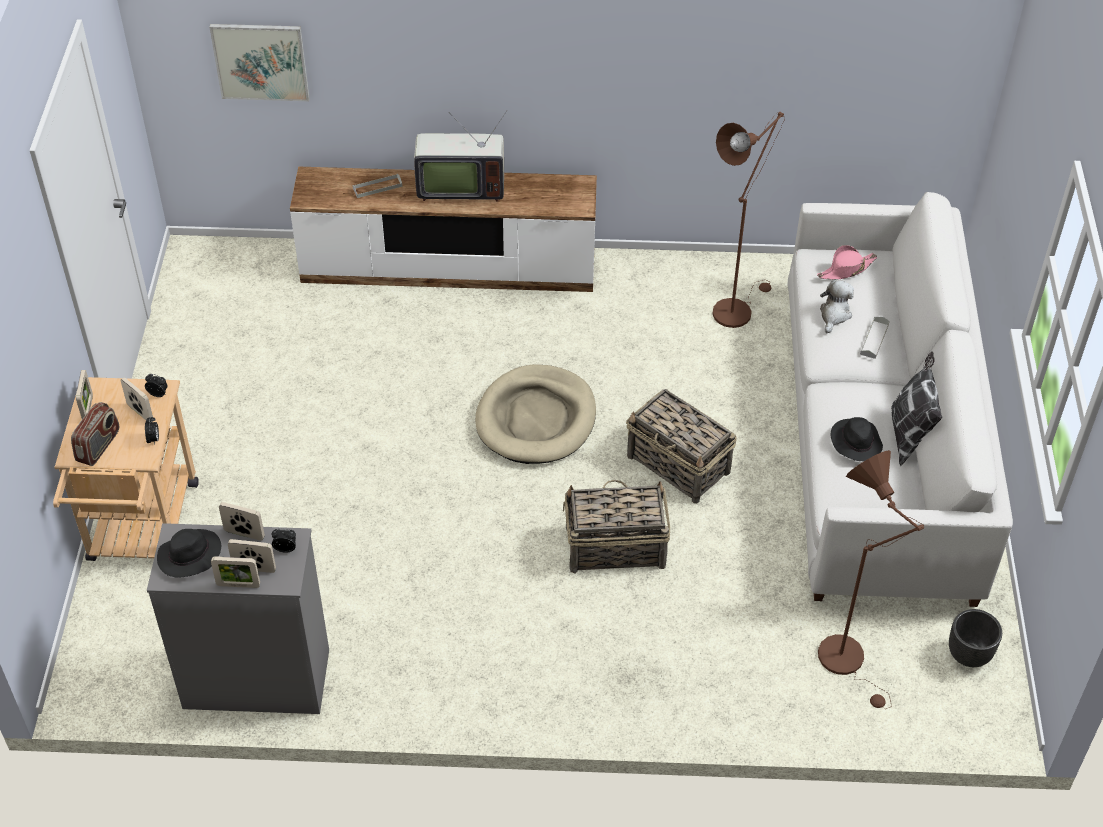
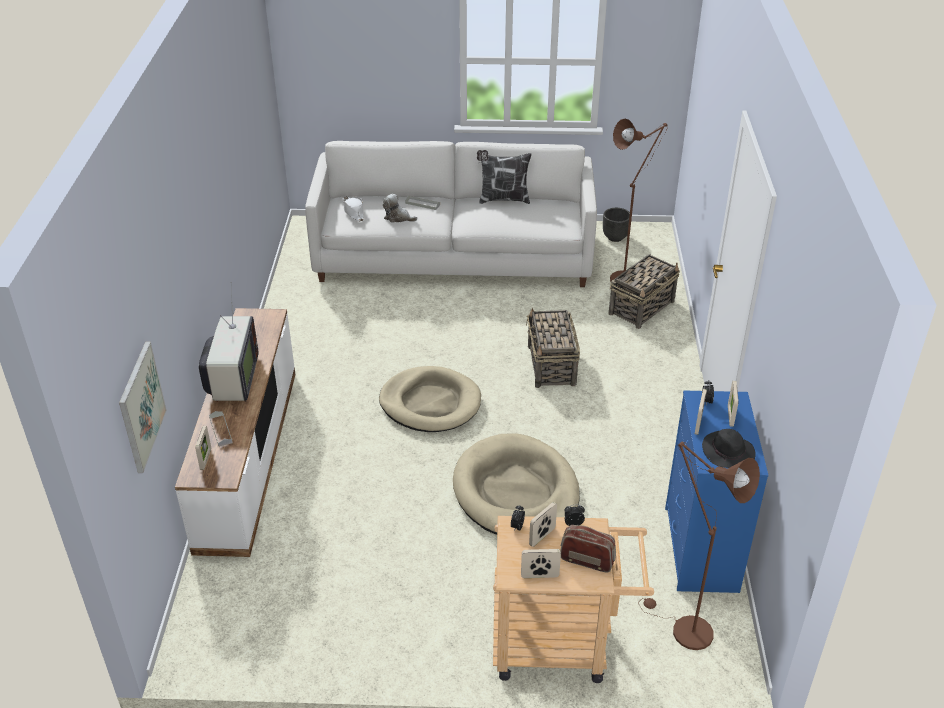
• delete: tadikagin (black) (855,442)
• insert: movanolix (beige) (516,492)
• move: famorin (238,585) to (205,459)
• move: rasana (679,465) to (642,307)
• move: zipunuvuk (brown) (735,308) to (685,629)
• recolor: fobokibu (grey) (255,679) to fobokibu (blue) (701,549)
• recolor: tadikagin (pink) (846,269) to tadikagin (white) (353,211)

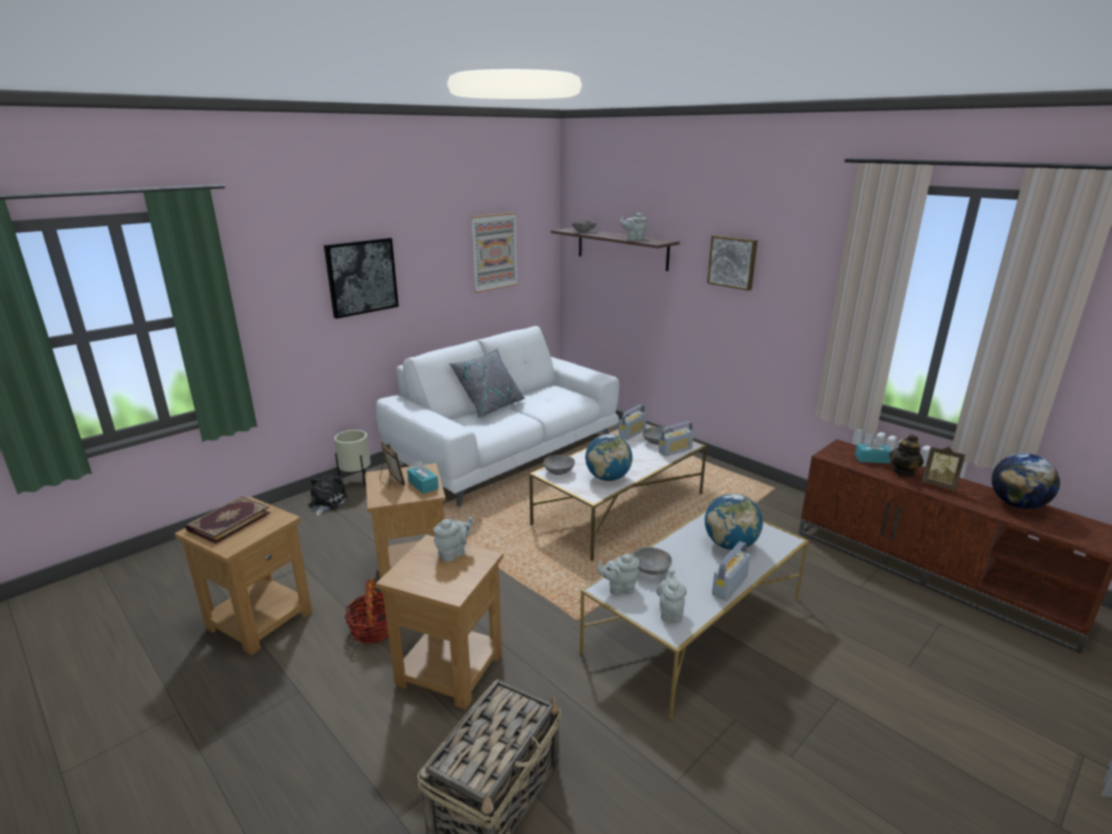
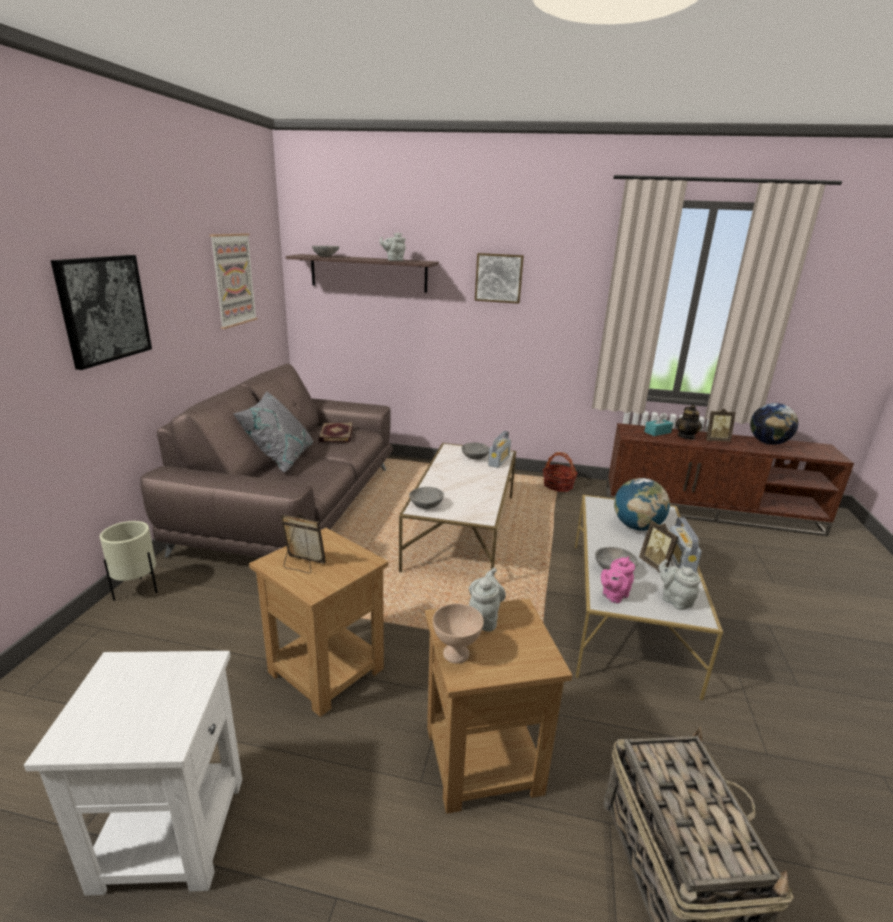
• delete: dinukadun (326,503)
• delete: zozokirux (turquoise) (423,485)
• delete: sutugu (608,478)
• delete: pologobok (632,433)
• insert: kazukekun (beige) (457,654)
• insert: famorin (656,565)
• move: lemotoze (228,521) to (335,434)
• move: rasana (374,628) to (558,486)
• recolor: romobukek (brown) (261,619) to romobukek (white) (171,830)
• recolor: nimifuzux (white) (505,451) to nimifuzux (brown) (293,506)
• recolor: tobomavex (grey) (619,588) to tobomavex (pink) (613,596)

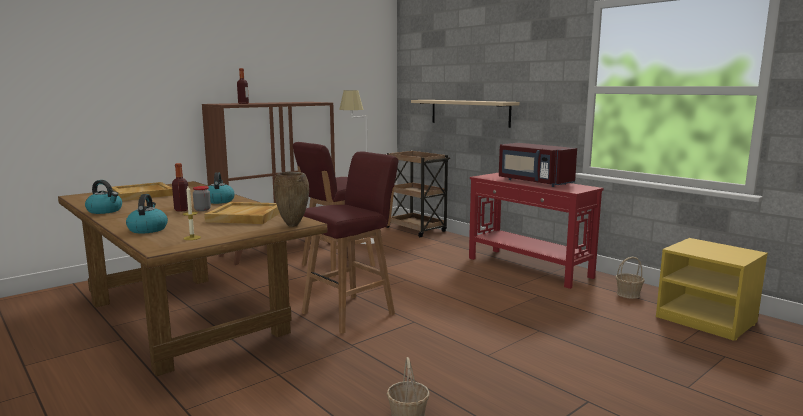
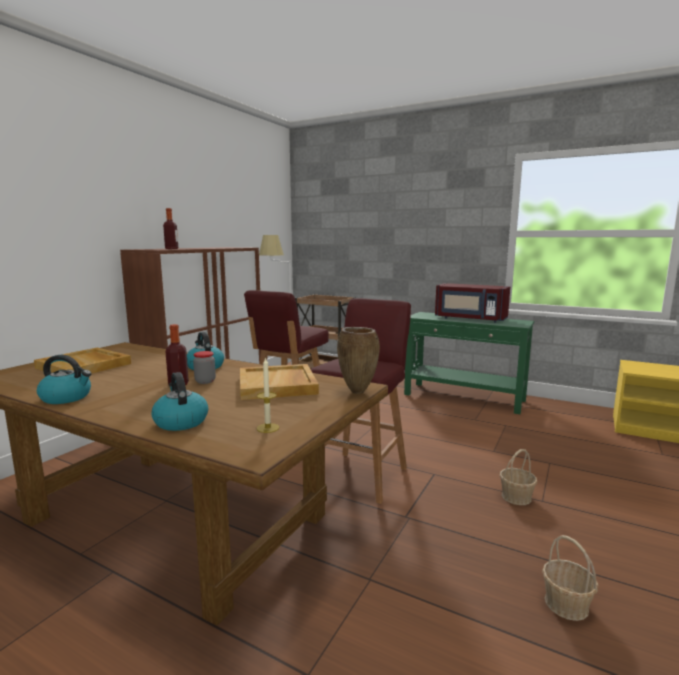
• delete: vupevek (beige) (469,112)
• move: rasana (628,294) to (516,497)
• recolor: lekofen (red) (528,268) to lekofen (green) (464,398)

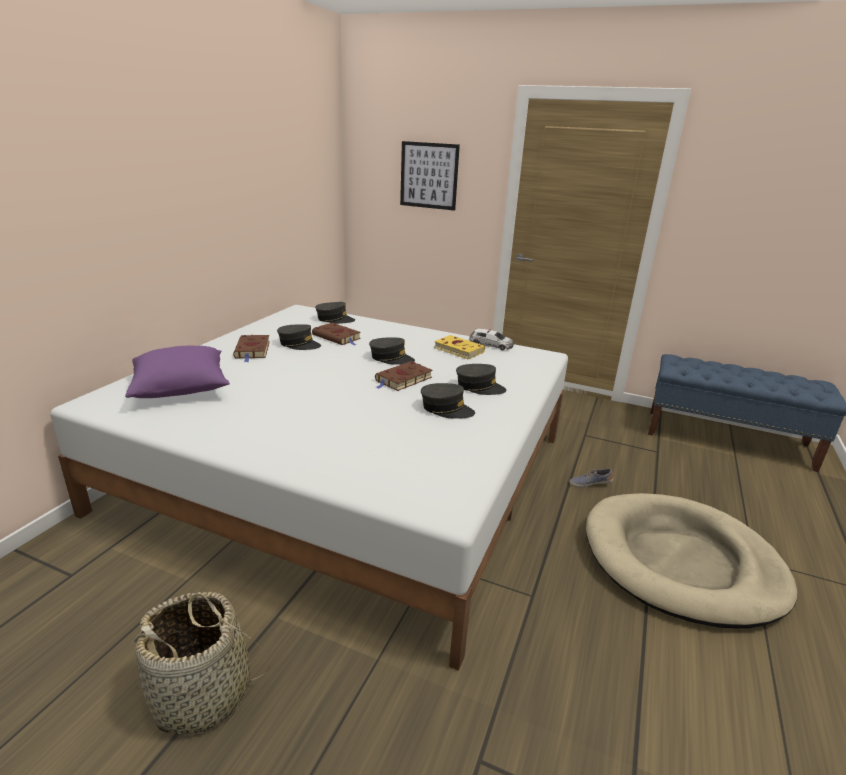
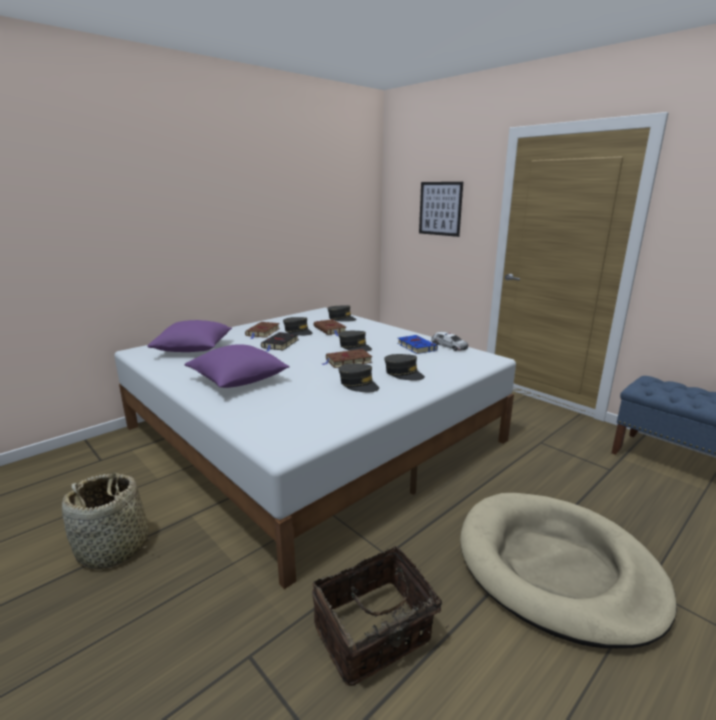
• delete: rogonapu (590,484)
• insert: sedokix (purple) (238,381)
• insert: lemotoze (black) (280,344)
• insert: rasana (374,635)
• recolor: lemotoze (yellow) (457,350) to lemotoze (blue) (415,346)

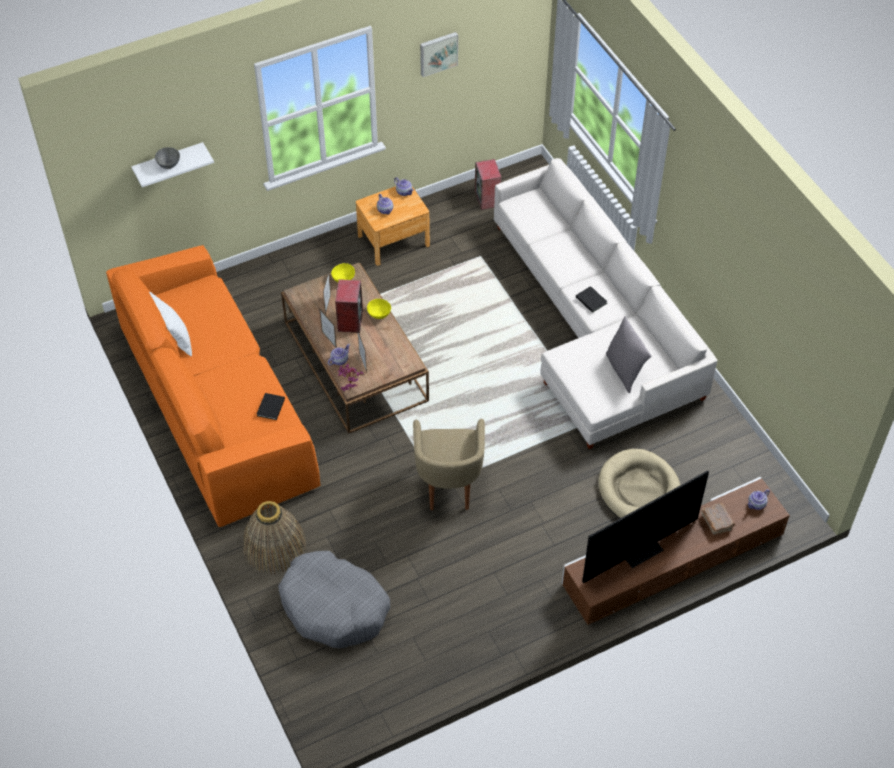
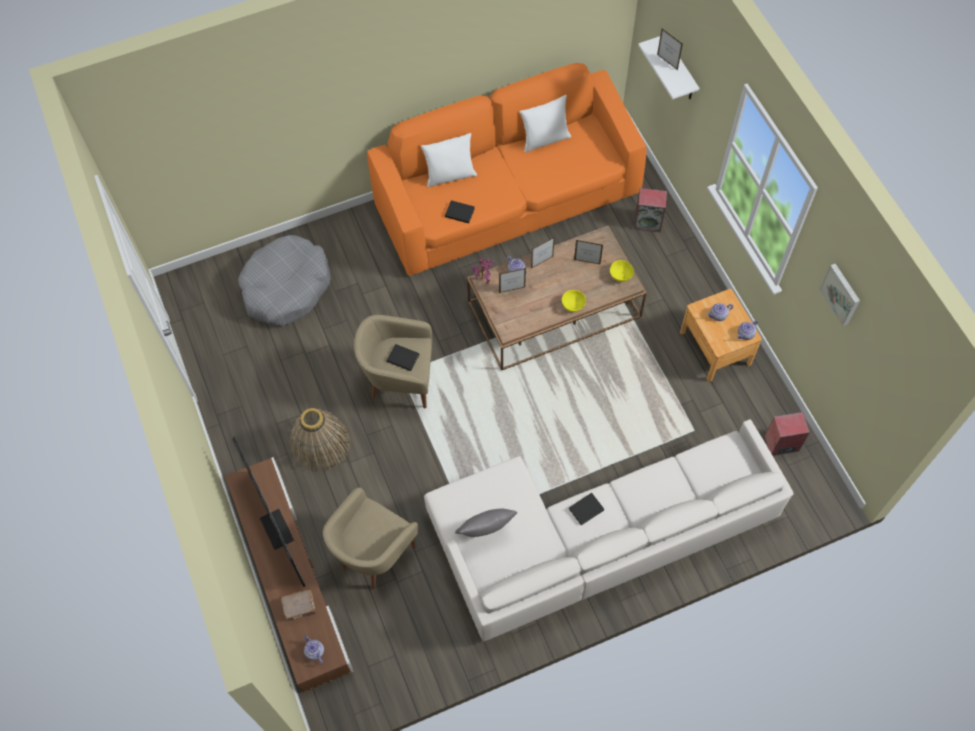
• insert: lemotoze (black) (402,357)
• insert: sedokix (white) (450,175)
• move: rasana (274,546) to (320,444)
• move: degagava (350,320) to (648,222)
• replace: kazukekun (grey) (169,164) to famorin (667,62)
• replace: movanolix (beige) (639,491) to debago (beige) (374,556)

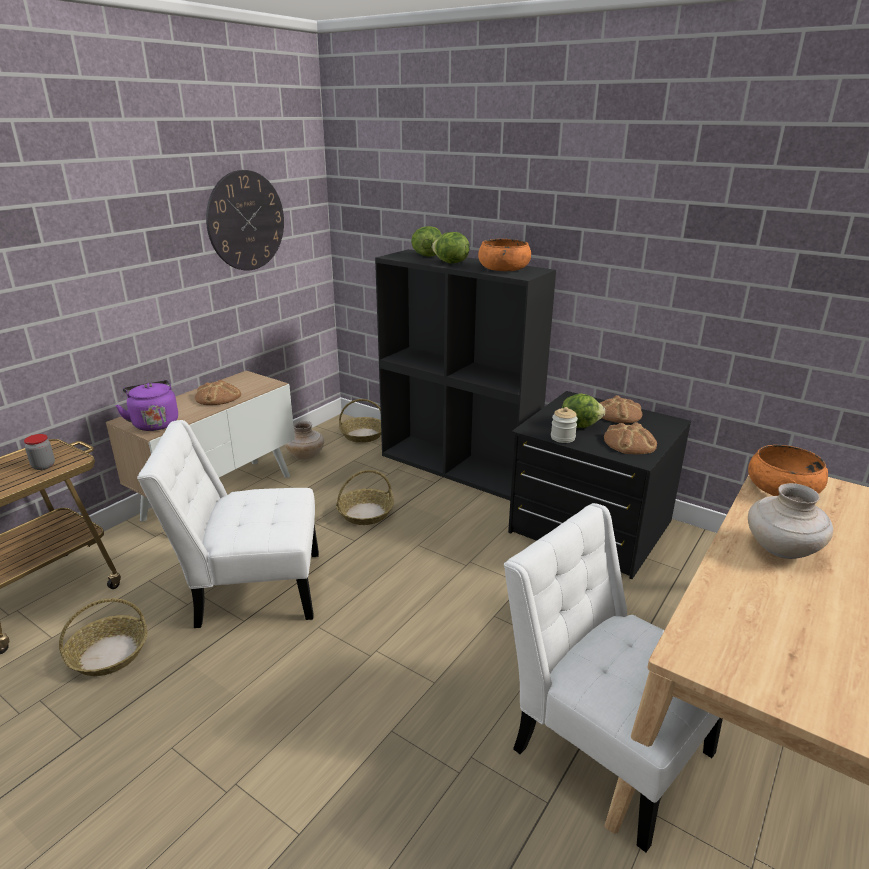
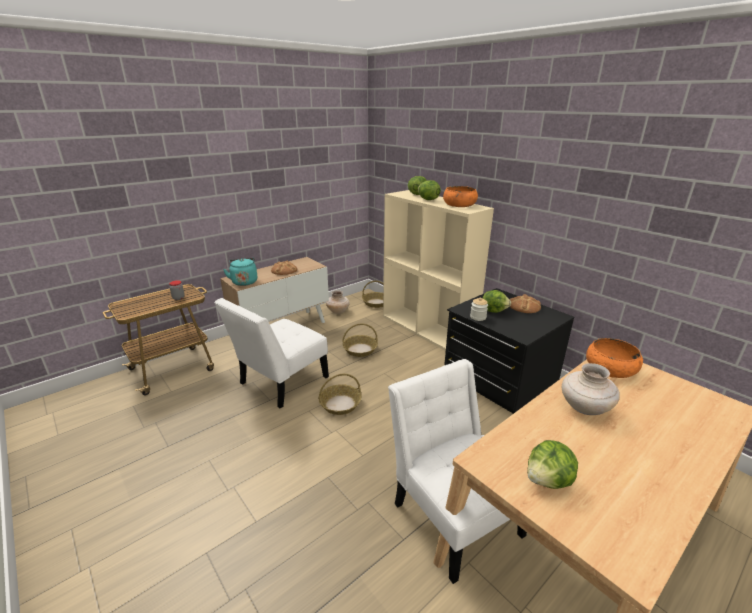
• delete: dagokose (246,221)
• delete: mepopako (630,442)
• insert: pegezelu (548,480)
• move: rasana (109,653) to (340,404)
• recolor: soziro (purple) (154,423) to soziro (turquoise) (244,281)
• recolor: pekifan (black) (459,467) to pekifan (beige) (428,329)
• rotate: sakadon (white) (251,588) = (280,382) 60 degrees counterclockwise

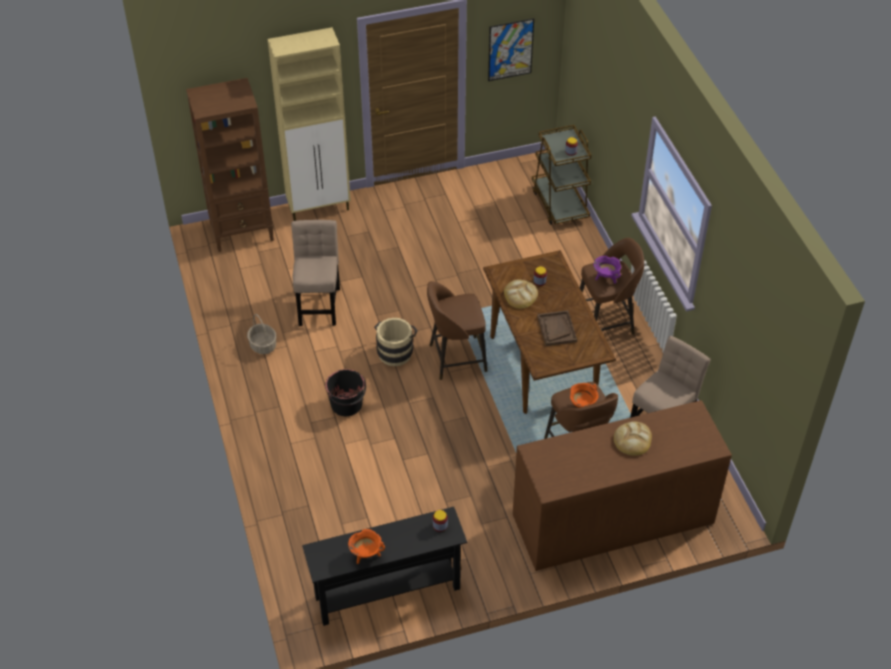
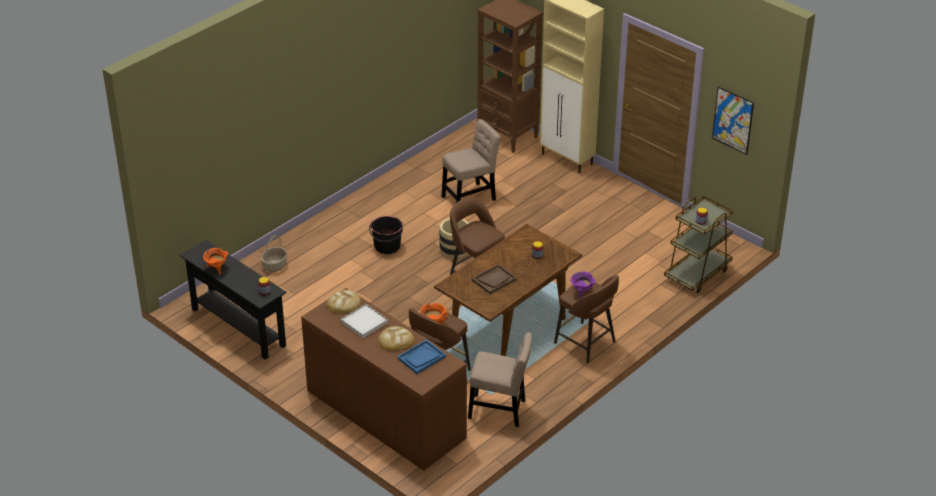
• insert: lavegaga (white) (364,322)
• insert: lavegaga (blue) (421,358)
• move: rasana (262,345) to (274,265)
• move: mepopako (520,295) to (344,303)

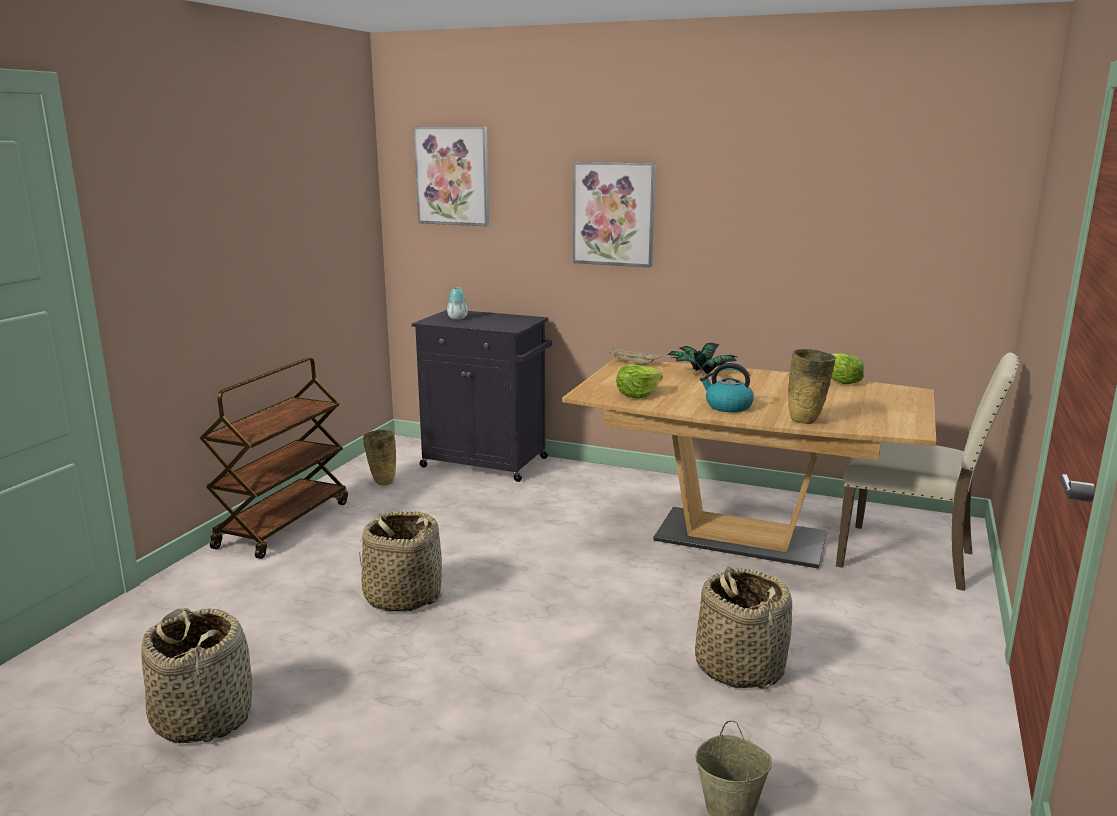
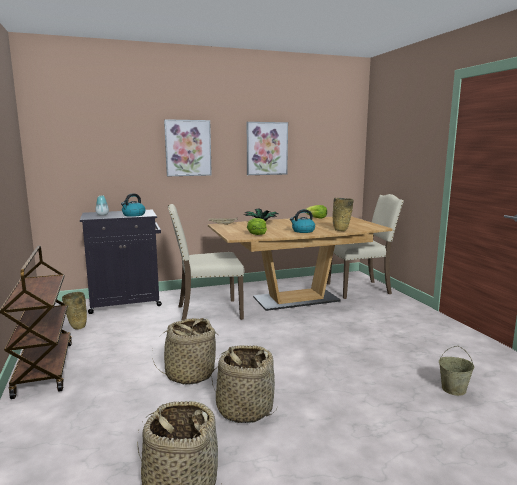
• insert: soziro (133,215)
• insert: sakadon (beige) (207,312)
• move: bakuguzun (453,176) to (266,148)
• move: rasana (739,667) to (244,409)

